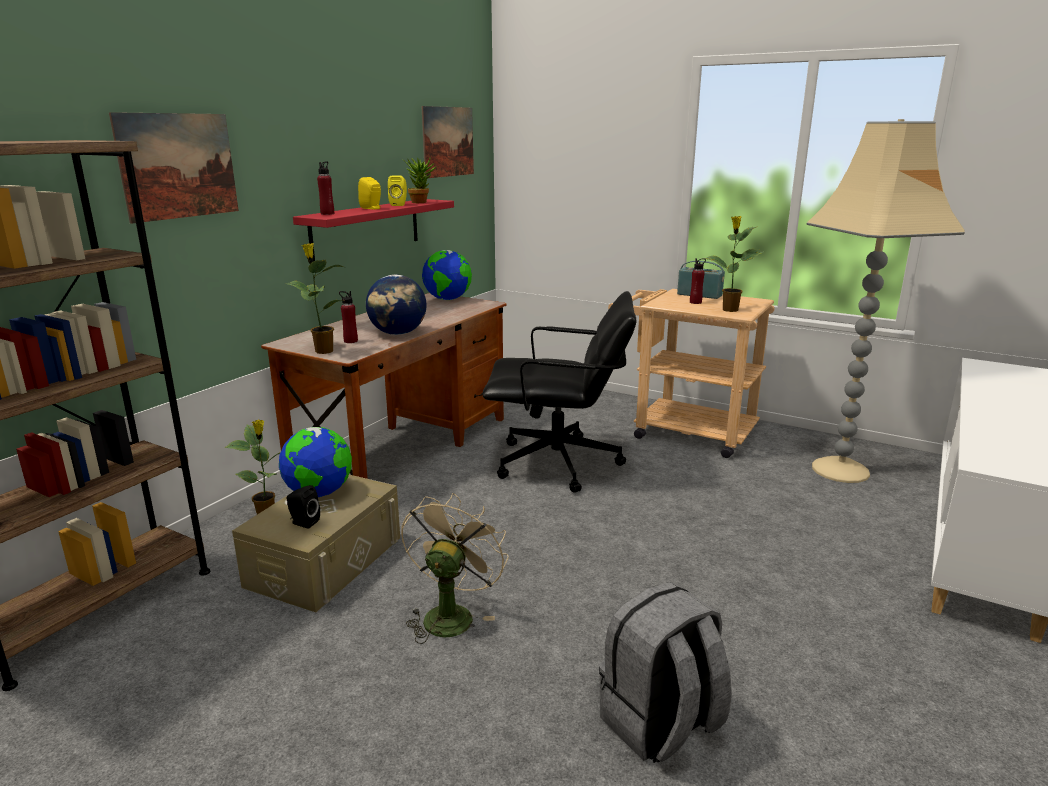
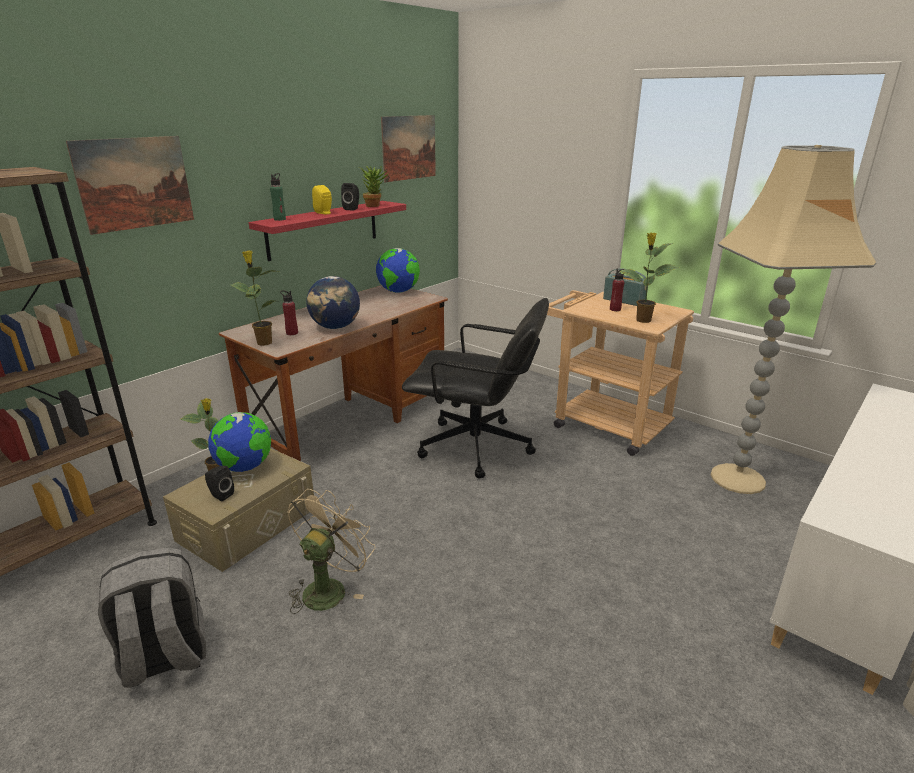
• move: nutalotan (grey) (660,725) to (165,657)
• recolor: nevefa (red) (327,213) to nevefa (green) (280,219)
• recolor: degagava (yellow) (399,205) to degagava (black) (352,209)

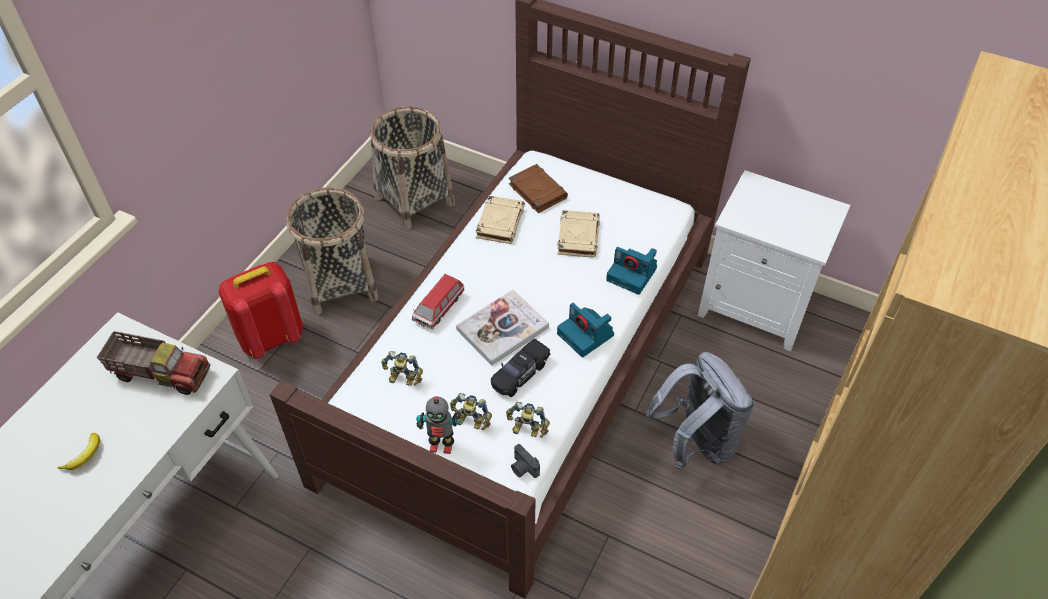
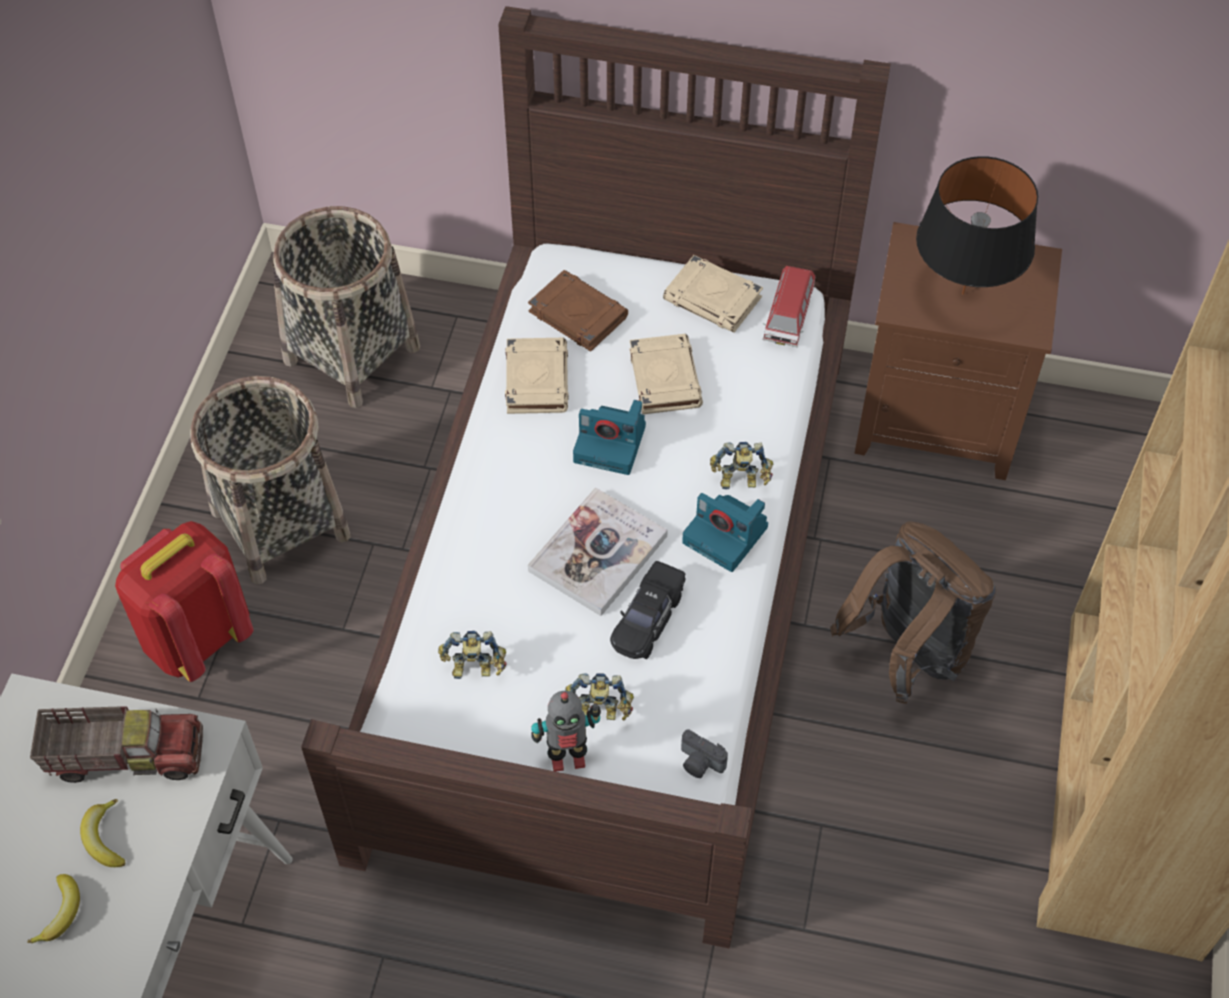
• insert: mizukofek (104,838)
• insert: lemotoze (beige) (714,299)
• insert: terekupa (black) (962,294)
• move: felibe (438,308) to (788,316)
• move: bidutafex (527,431) to (740,482)
• move: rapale (633,274) to (611,443)
• recolor: nutalotan (grey) (695,443) to nutalotan (brown) (906,654)
• recolor: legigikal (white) (757,306) to legigikal (brown) (939,419)

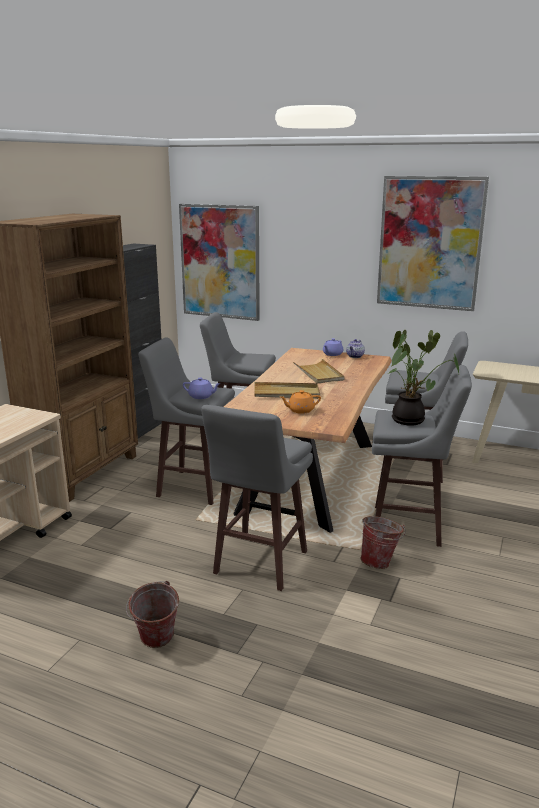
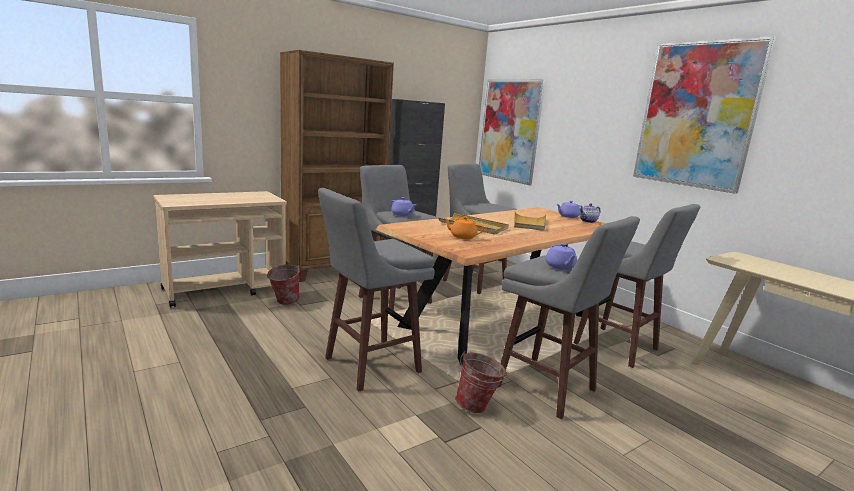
• move: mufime (155,642) to (283,302)
• replace: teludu (411,420) to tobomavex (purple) (560,267)

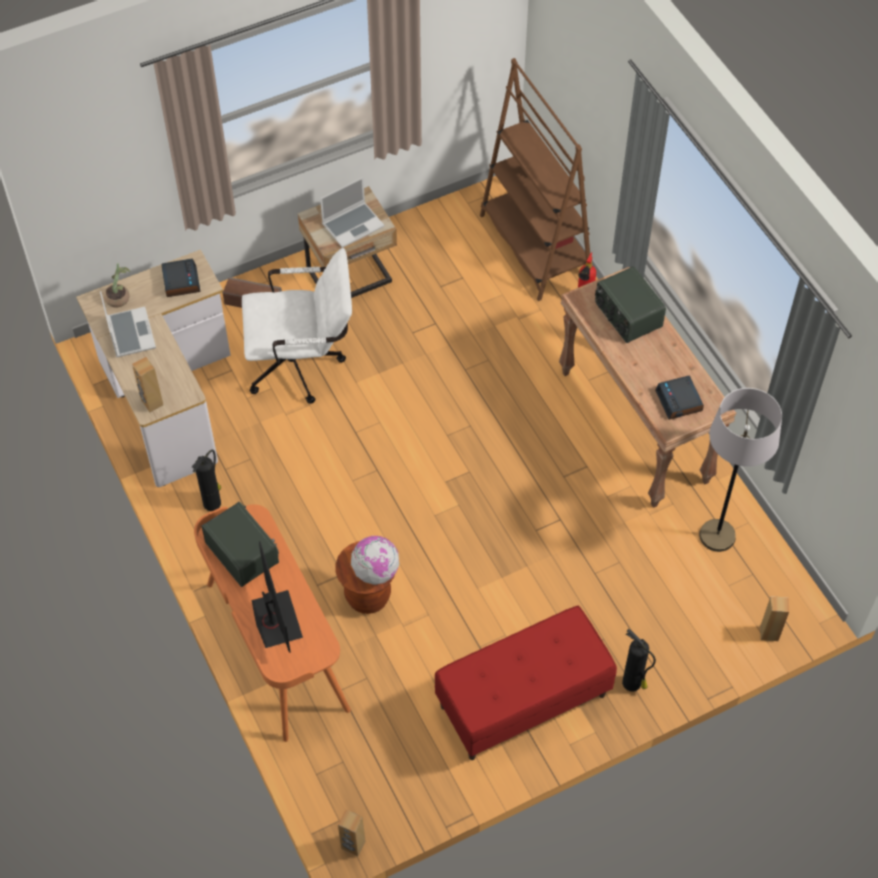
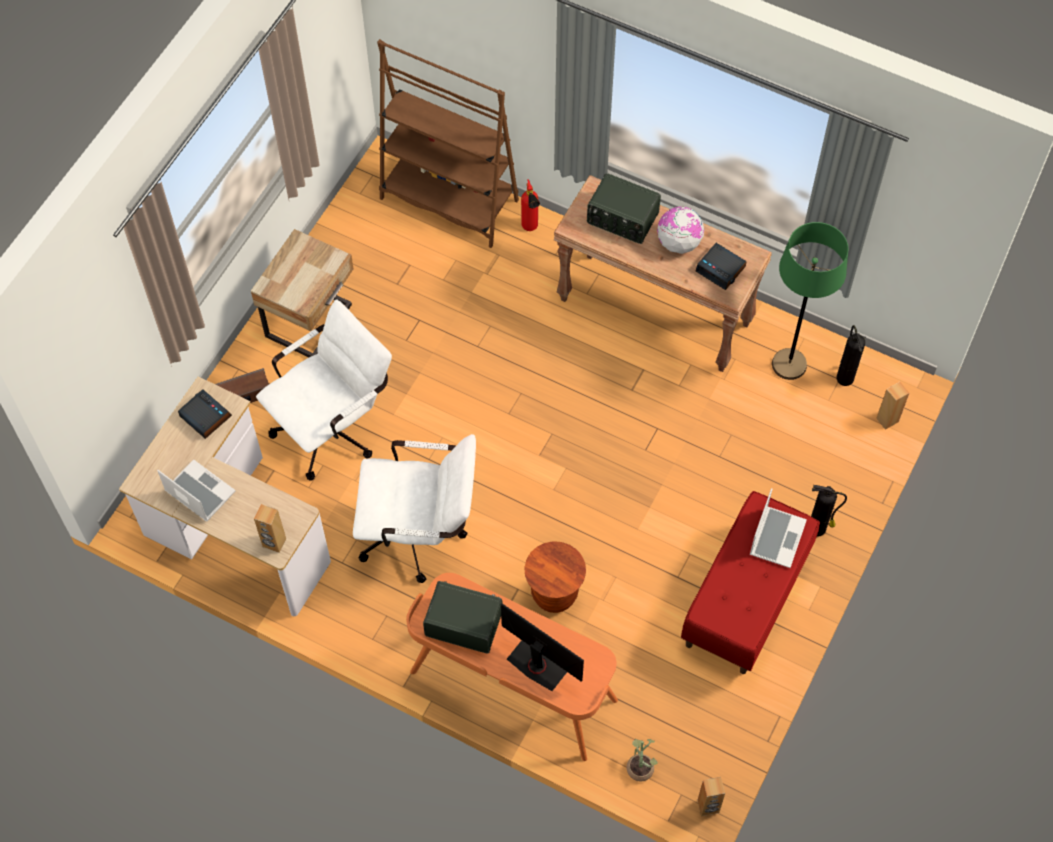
• insert: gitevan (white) (420,534)
• move: teludu (120,297) to (640,765)
• move: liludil (213,503) to (844,377)
• move: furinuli (353,225) to (776,537)
• move: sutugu (375,571) to (678,243)
• recolor: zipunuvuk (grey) (717,536) to zipunuvuk (green) (789,364)

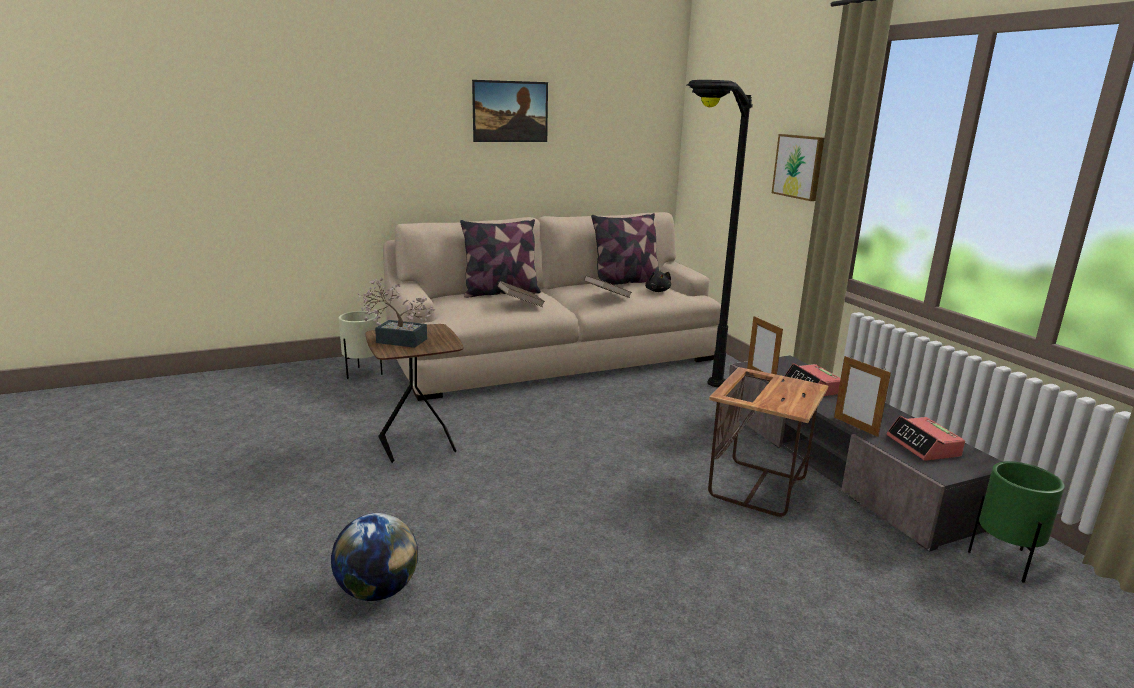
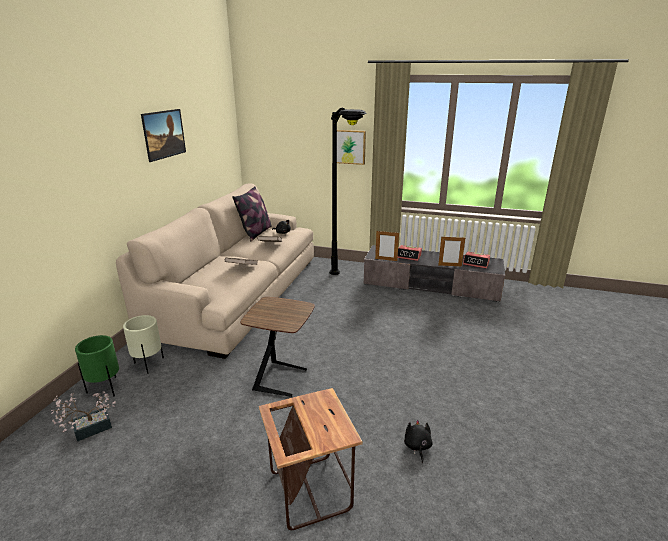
• delete: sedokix (501,293)
• move: teludu (396,340) to (88,429)
• move: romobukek (758,487) to (309,490)
• move: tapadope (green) (1003,561) to (105,389)
• replace: sutugu (377,590) to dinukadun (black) (417,447)

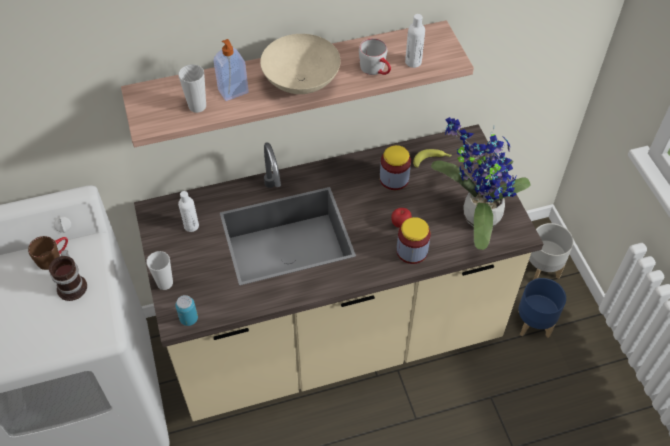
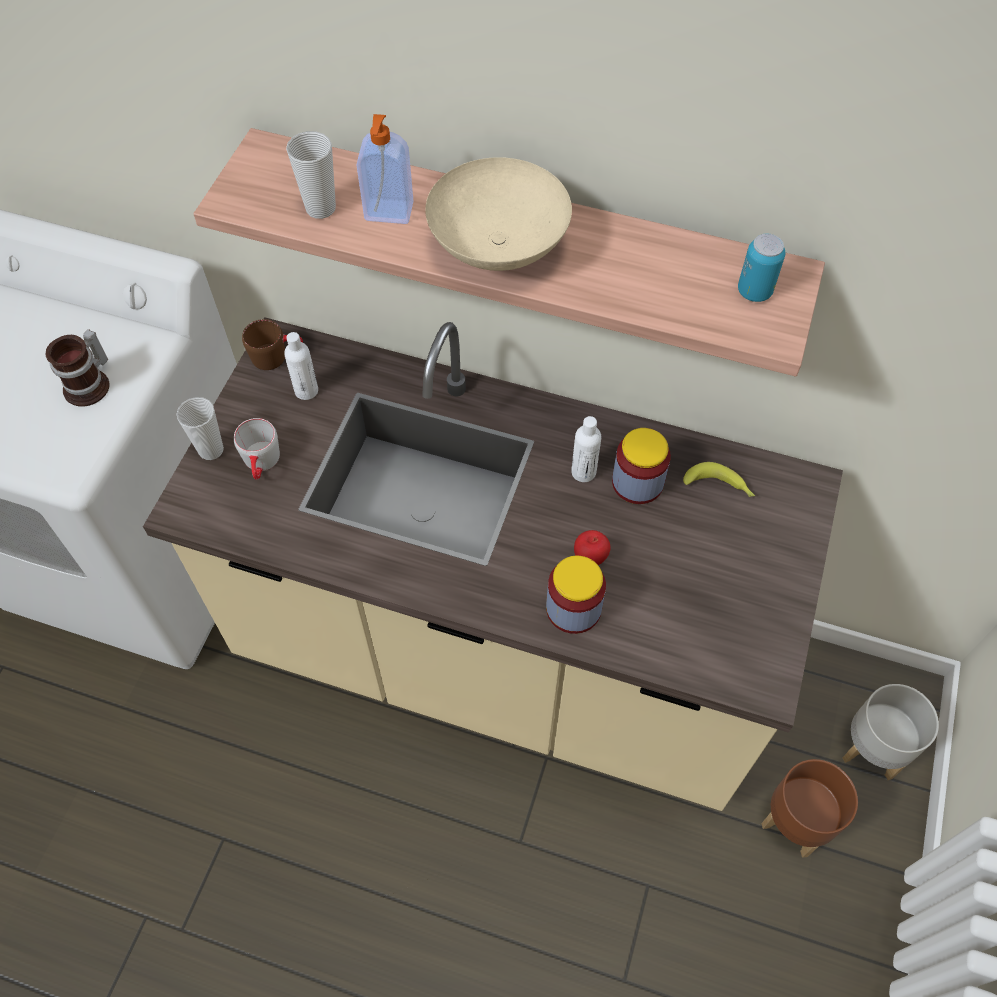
• delete: teludu (476,216)
• move: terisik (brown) (53,257) to (277,356)
• move: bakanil (189,319) to (754,291)
• move: terisik (grey) (376,70) to (262,464)
• move: nevefa (white) (413,62) to (583,472)
• recolor: tapadope (blue) (533,323) to tapadope (brown) (796,821)

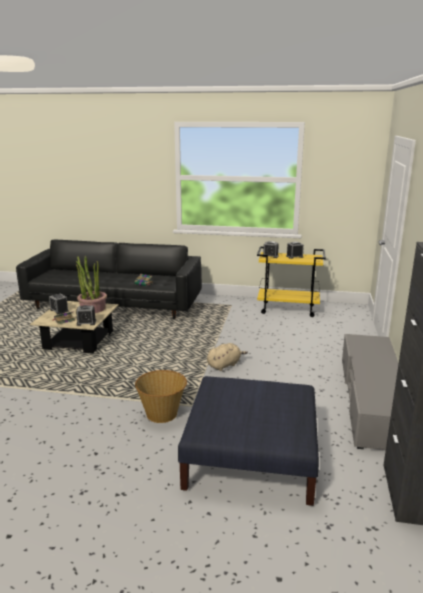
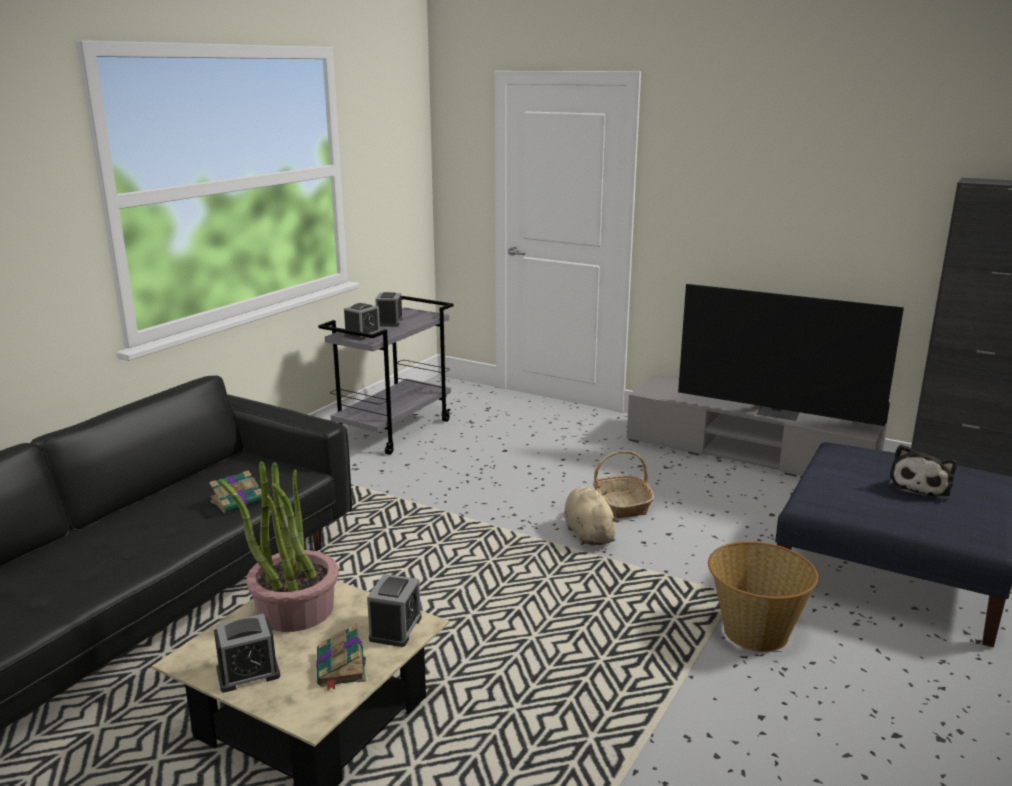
• insert: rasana (621,504)
• insert: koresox (779,413)
• insert: dinukadun (920,487)
• recolor: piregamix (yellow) (288,309) to piregamix (grey) (394,430)

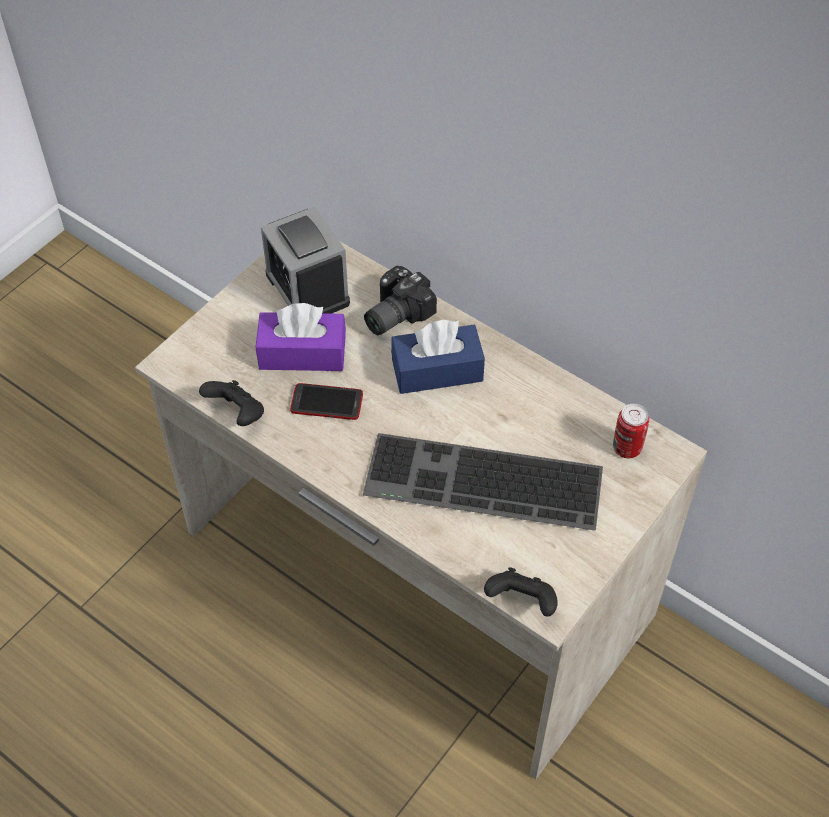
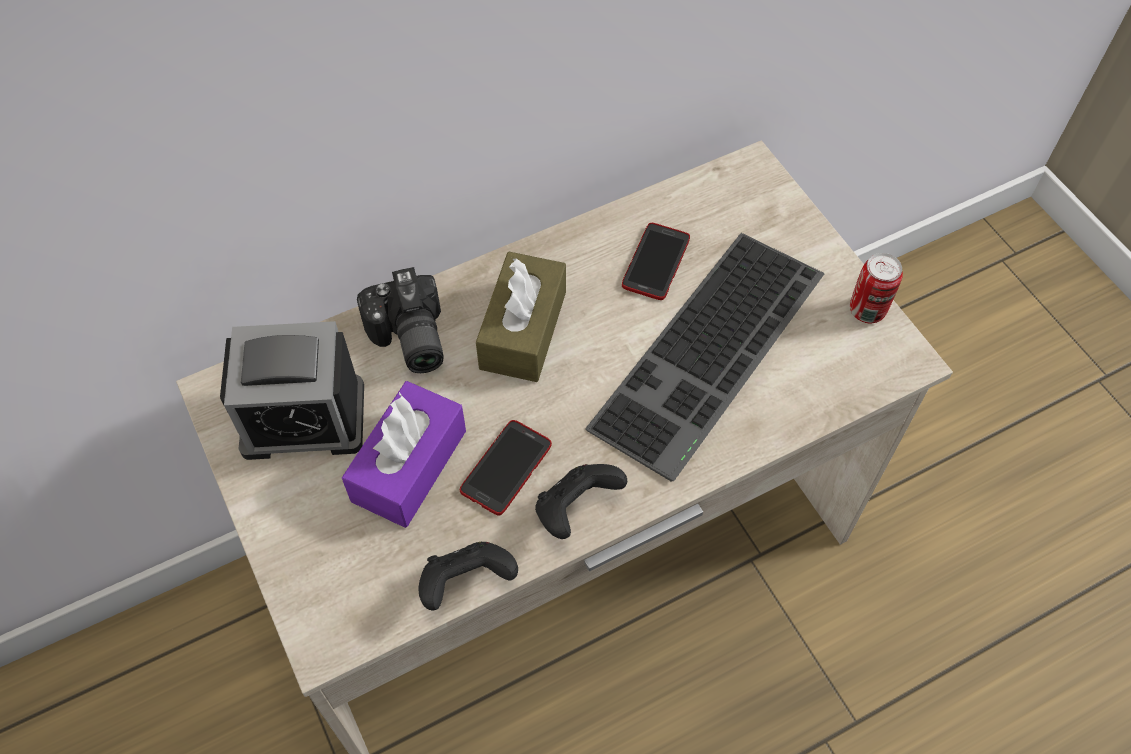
• insert: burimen (656,262)
• move: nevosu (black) (522,602) to (575,509)
• move: bakanil (627,448) to (867,310)
• recolor: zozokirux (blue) (437,370) to zozokirux (brown) (523,330)

